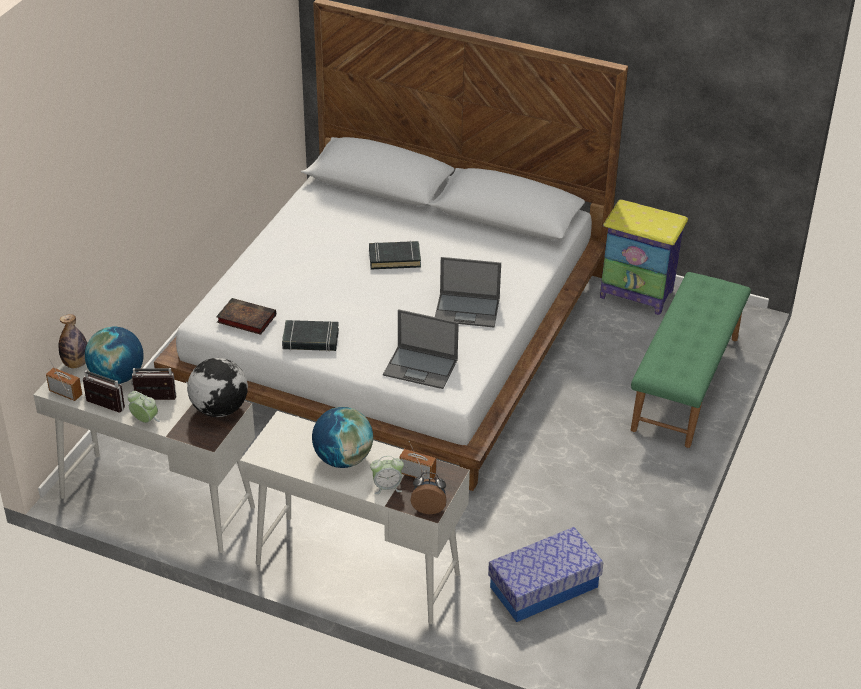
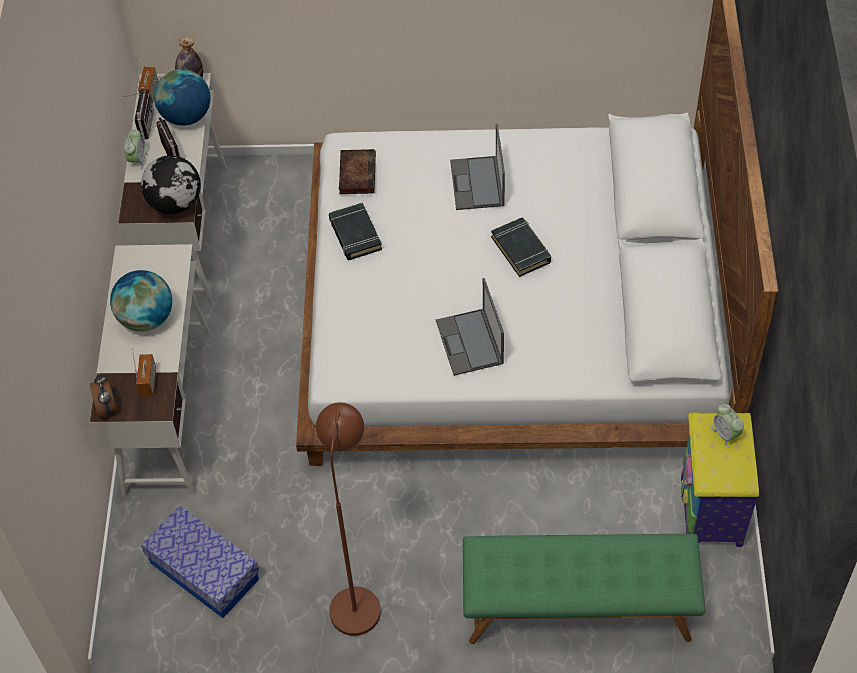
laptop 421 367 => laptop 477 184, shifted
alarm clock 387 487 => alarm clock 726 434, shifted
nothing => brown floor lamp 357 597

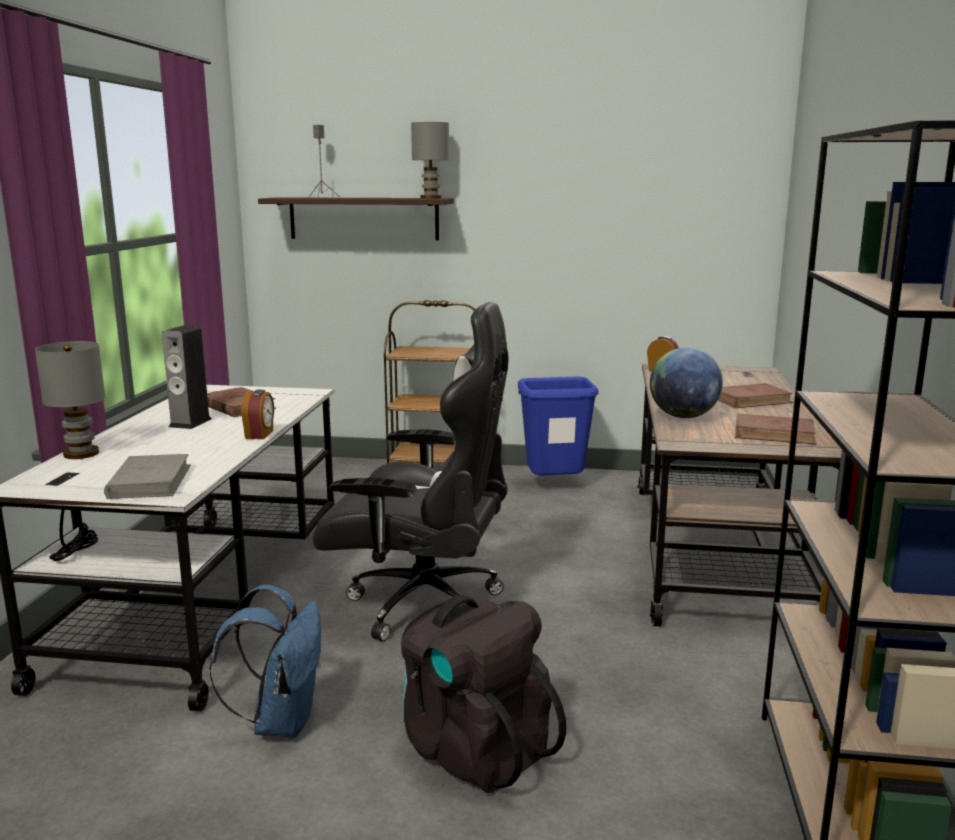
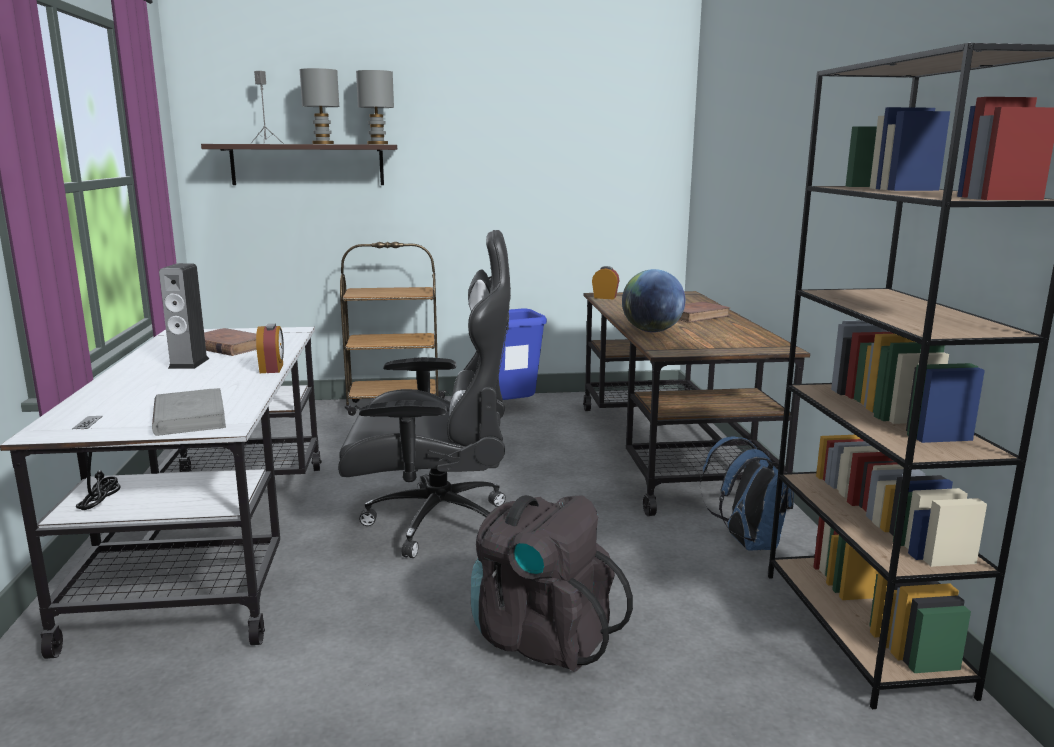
grey table lamp 82 453 => grey table lamp 323 144, shifted
brown book 774 434 => nothing
blue backpack 281 721 => blue backpack 746 542, shifted

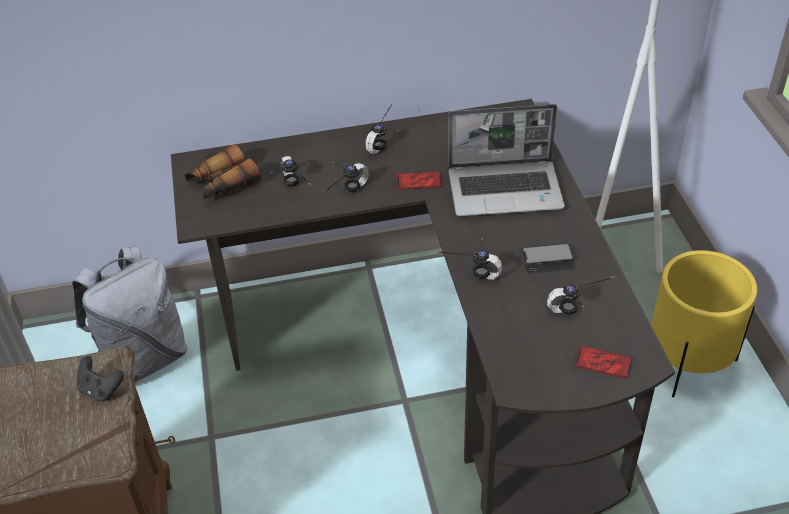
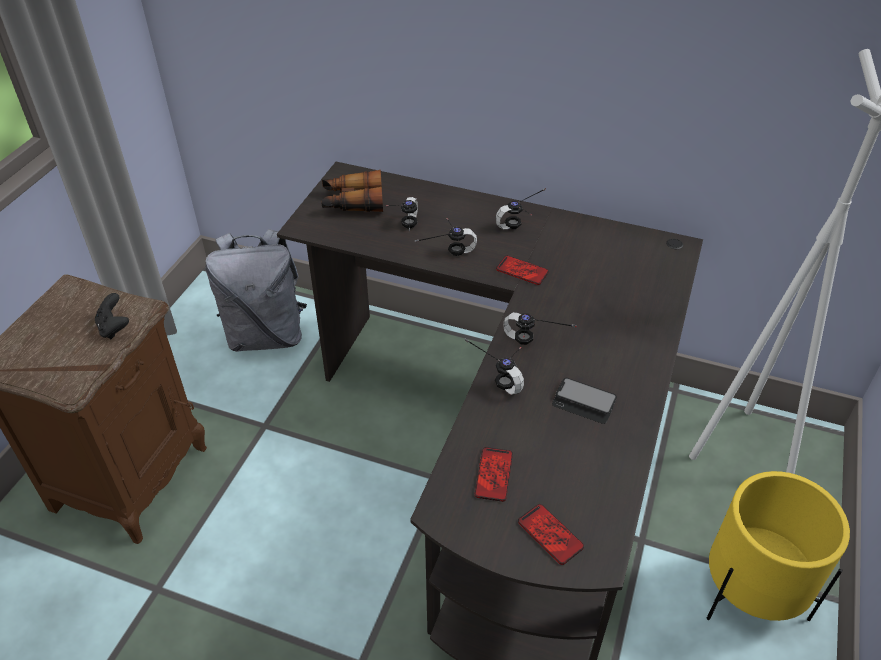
laptop 506 189 => nothing
headphones 581 313 => headphones 533 348, shifted
nothing => phone 494 474

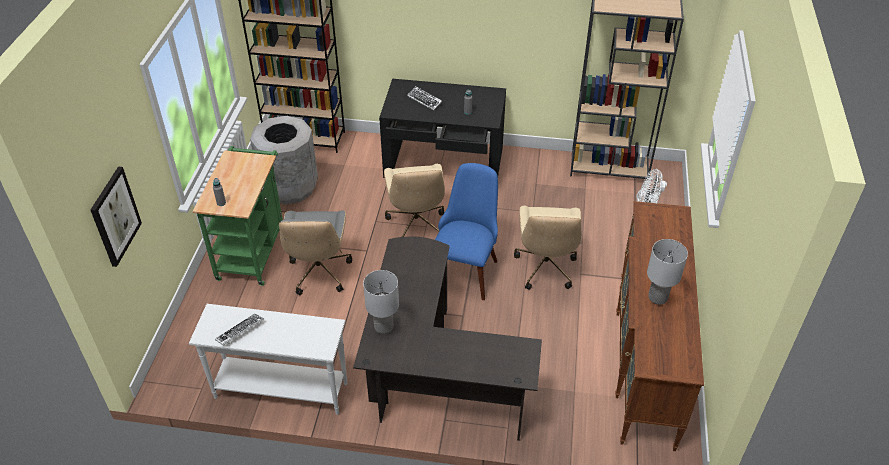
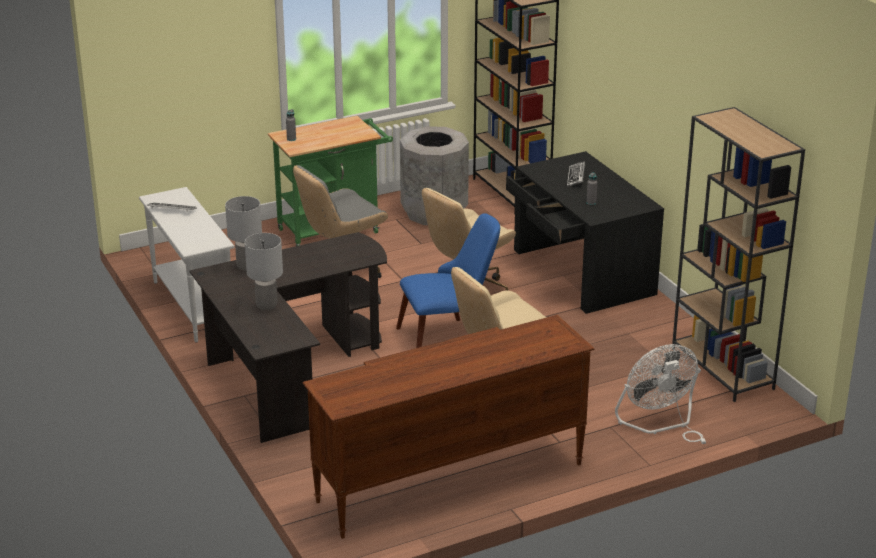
picture 115 216 => nothing
grey table lamp 657 299 => grey table lamp 266 307, shifted

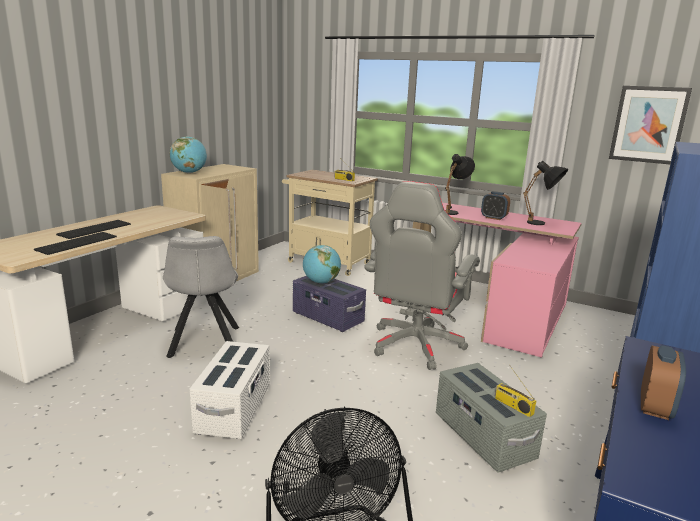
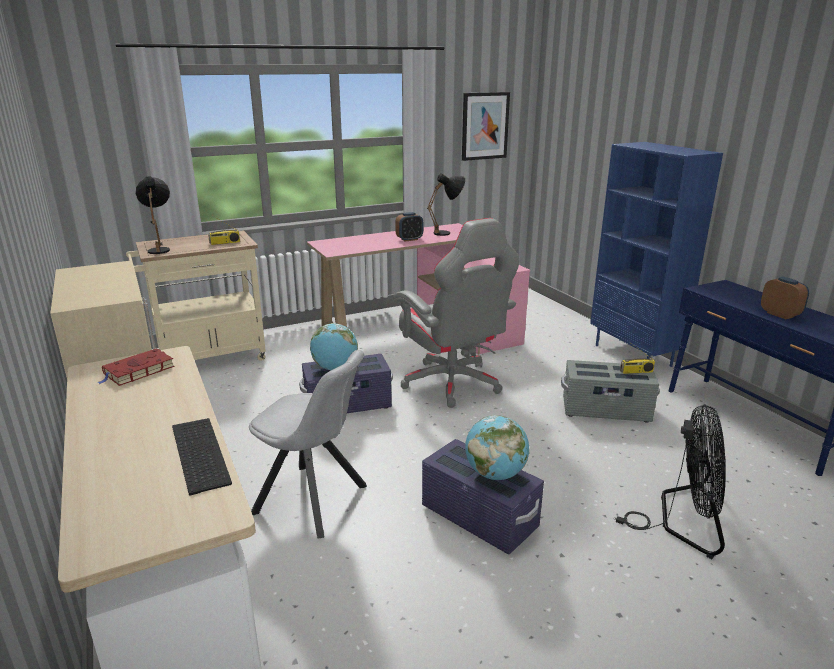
globe 189 173 => globe 495 474, shifted
black table lamp 453 212 => black table lamp 160 249, shifted
keyboard 95 229 => nothing
white storage box 234 409 => purple storage box 479 517
nothing => red book 137 371

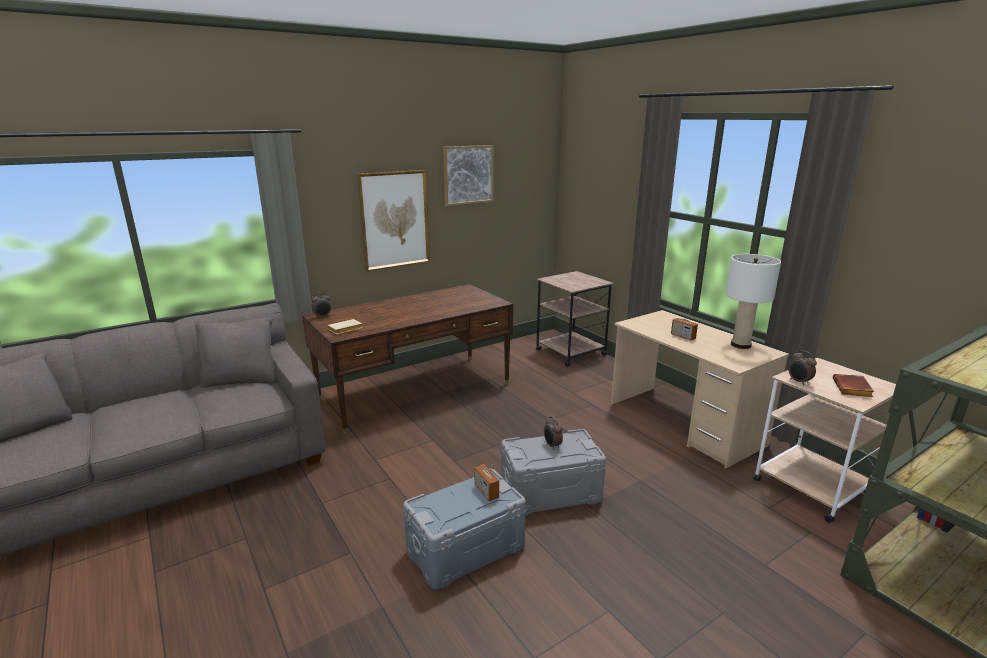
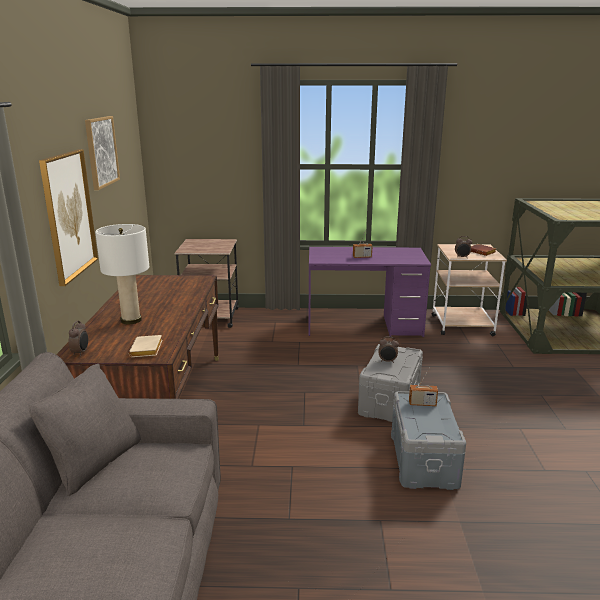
white table lamp 740 345 => white table lamp 131 320, shifted
beige desk 684 424 => purple desk 364 326

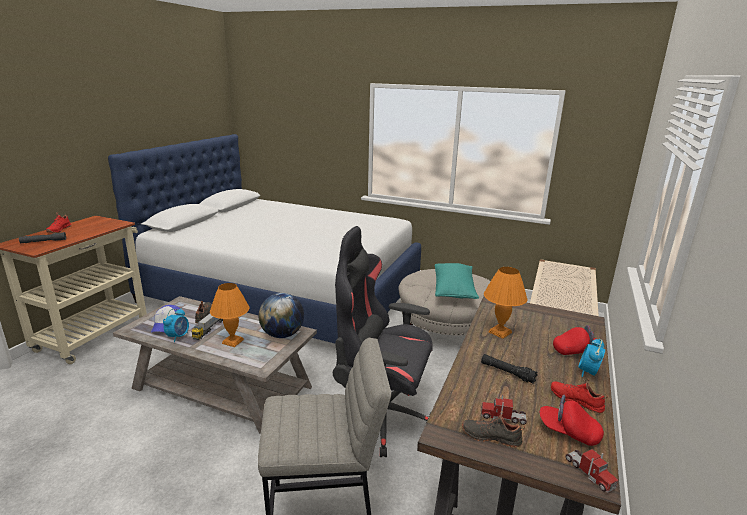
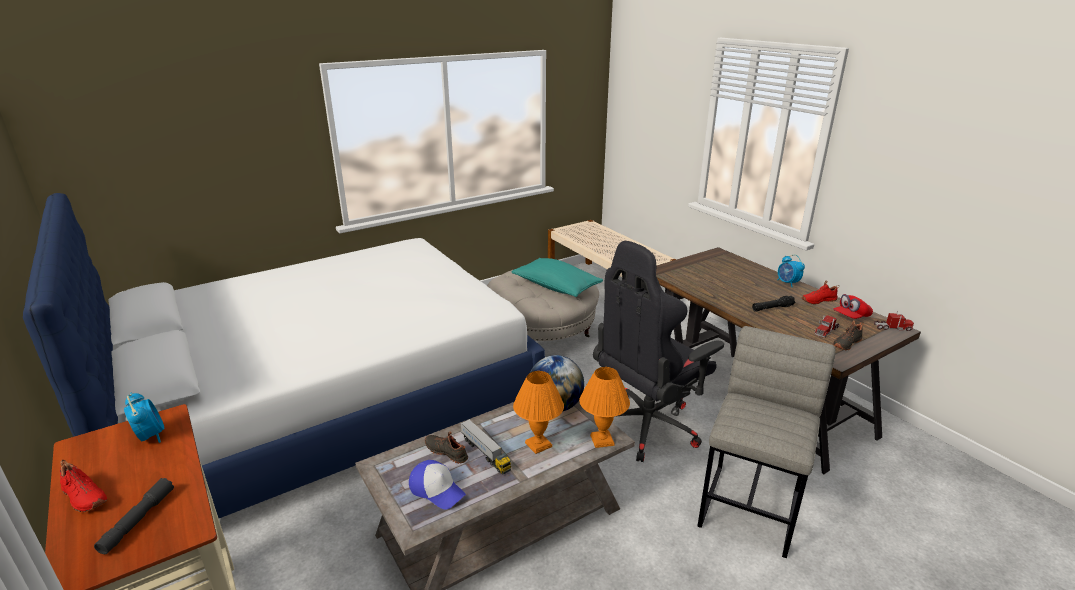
orange table lamp 499 332 => orange table lamp 601 440, shifted
alarm clock 178 336 => alarm clock 150 436, shifted
red cap 576 351 => nothing

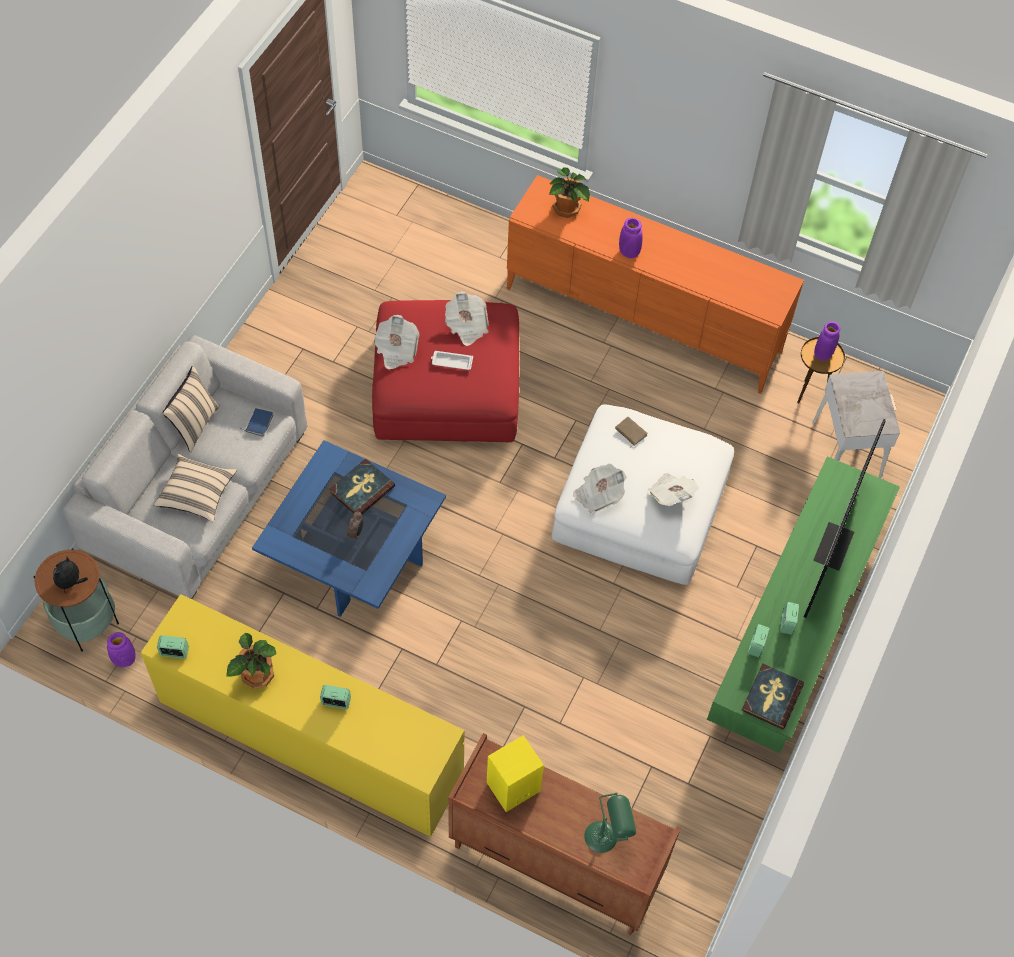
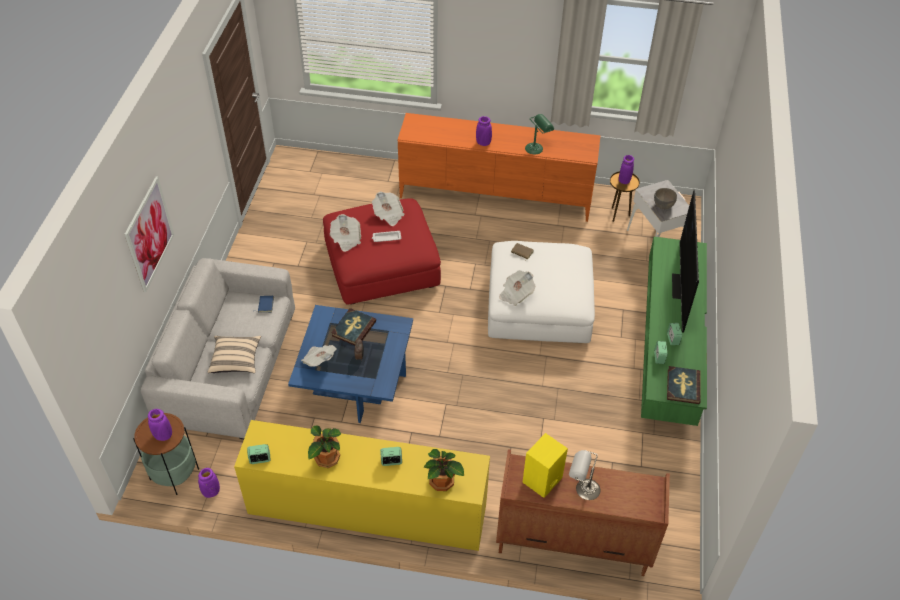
potted plant 567 209 => potted plant 442 482, shifted
beige pillow 194 425 => nothing
newspaper 671 495 => newspaper 319 360, shifted
plush toy 70 582 => purple vase 163 435
green table lamp 607 834 => green table lamp 537 147, shifted
nothing => picture 149 234
nothing => grey bowl 663 205
nothing => white table lamp 582 488

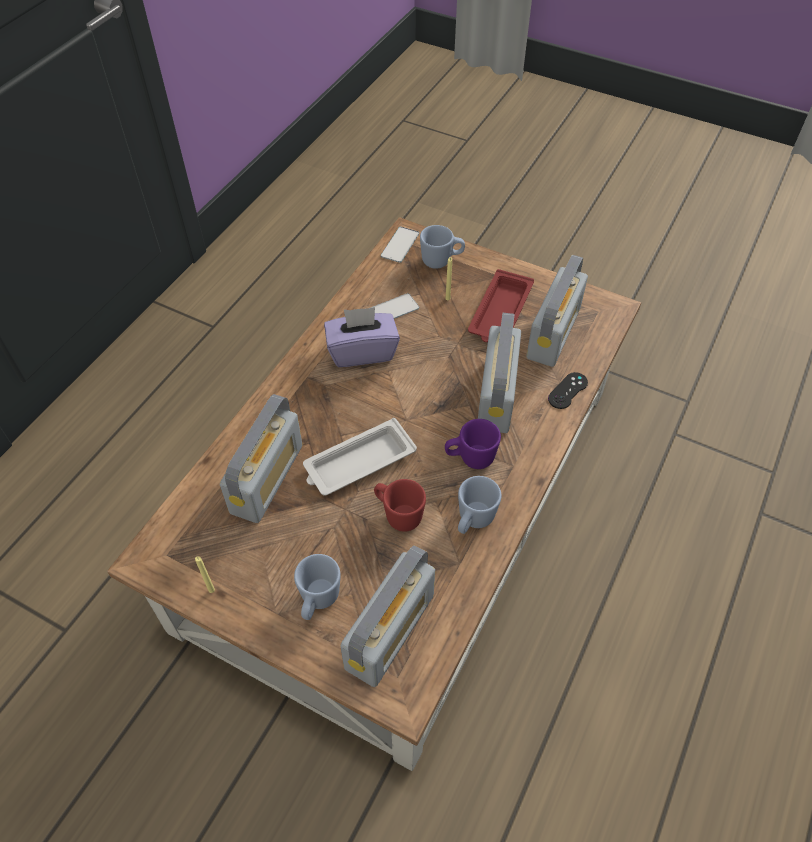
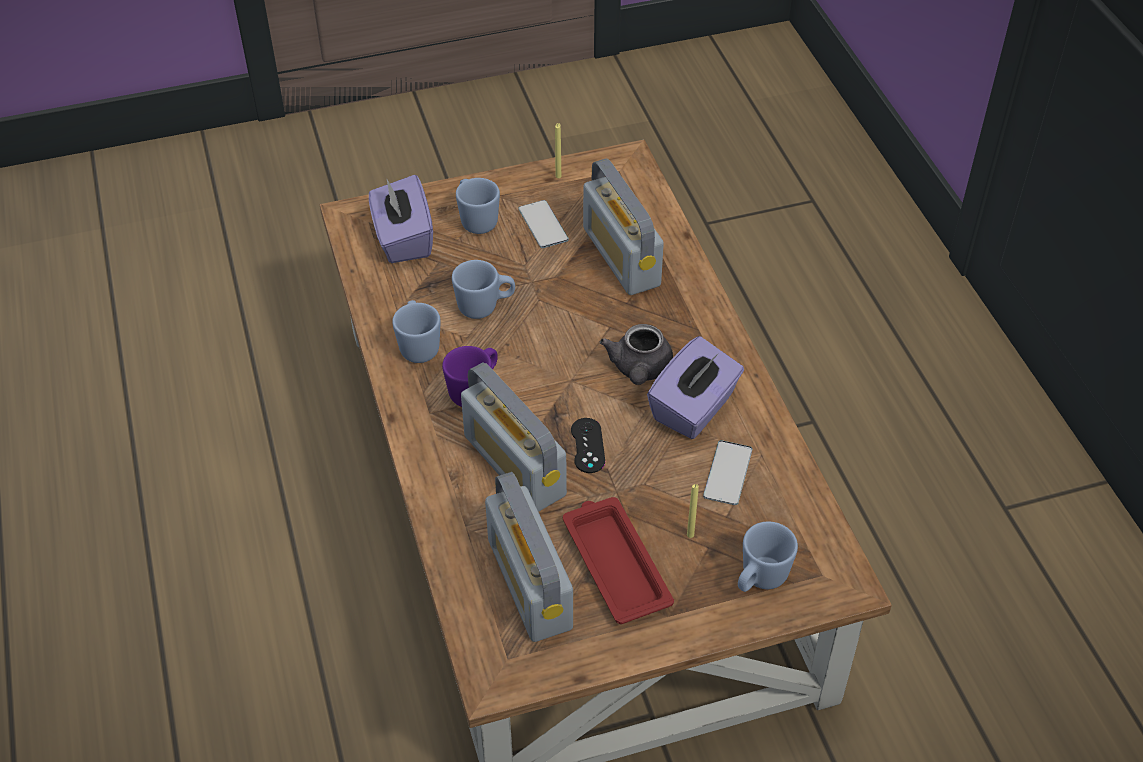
phone 400 245 => phone 543 224, shifted
black game controller 568 390 => black game controller 587 445, shifted
white tray 358 462 => nothing
red mug 398 514 => blue mug 485 307
radio 390 631 => purple tissue box 403 239
nothing => grey teapot 639 370

